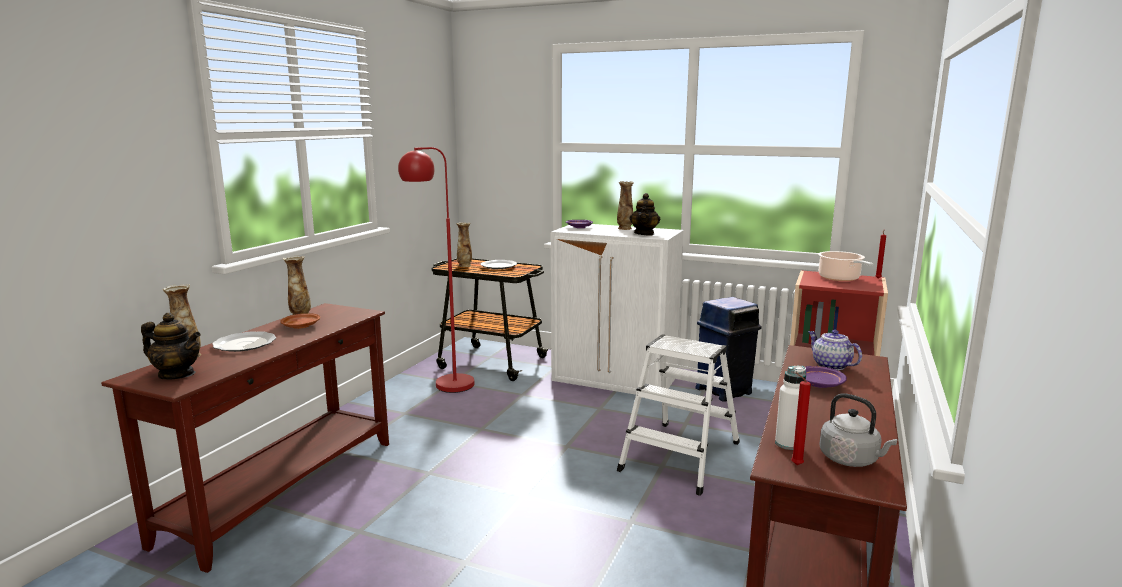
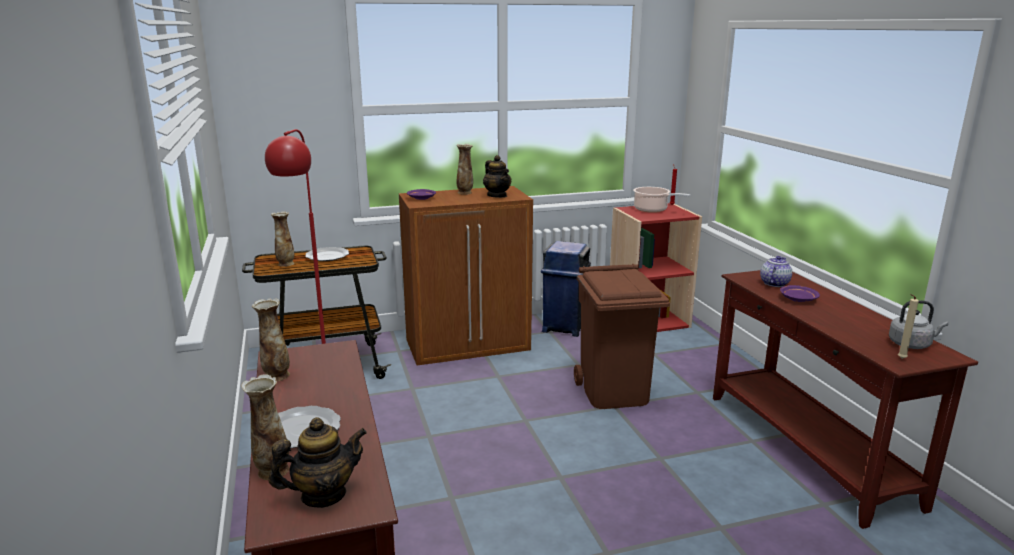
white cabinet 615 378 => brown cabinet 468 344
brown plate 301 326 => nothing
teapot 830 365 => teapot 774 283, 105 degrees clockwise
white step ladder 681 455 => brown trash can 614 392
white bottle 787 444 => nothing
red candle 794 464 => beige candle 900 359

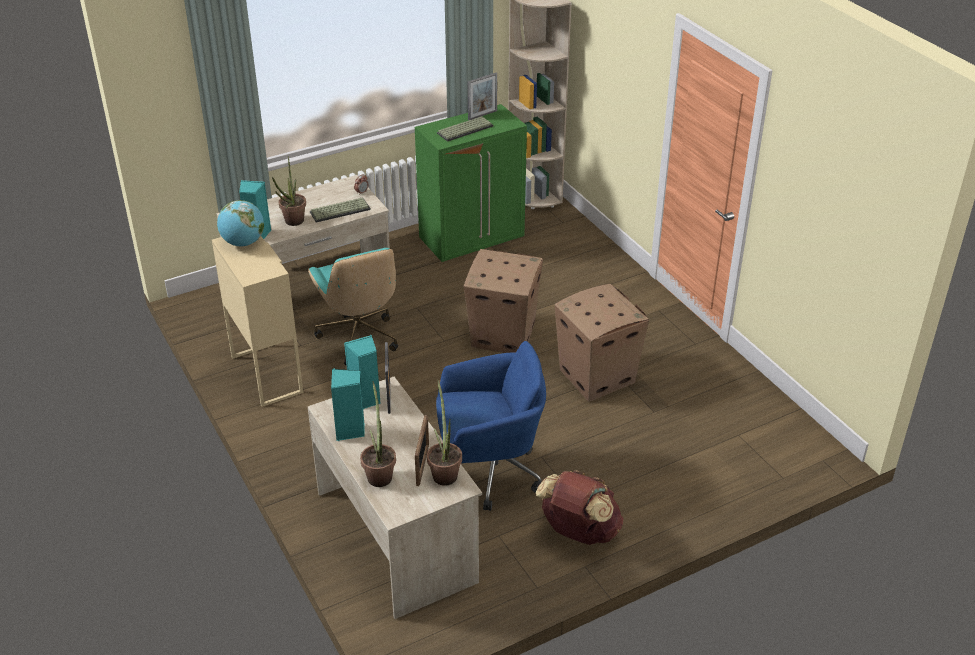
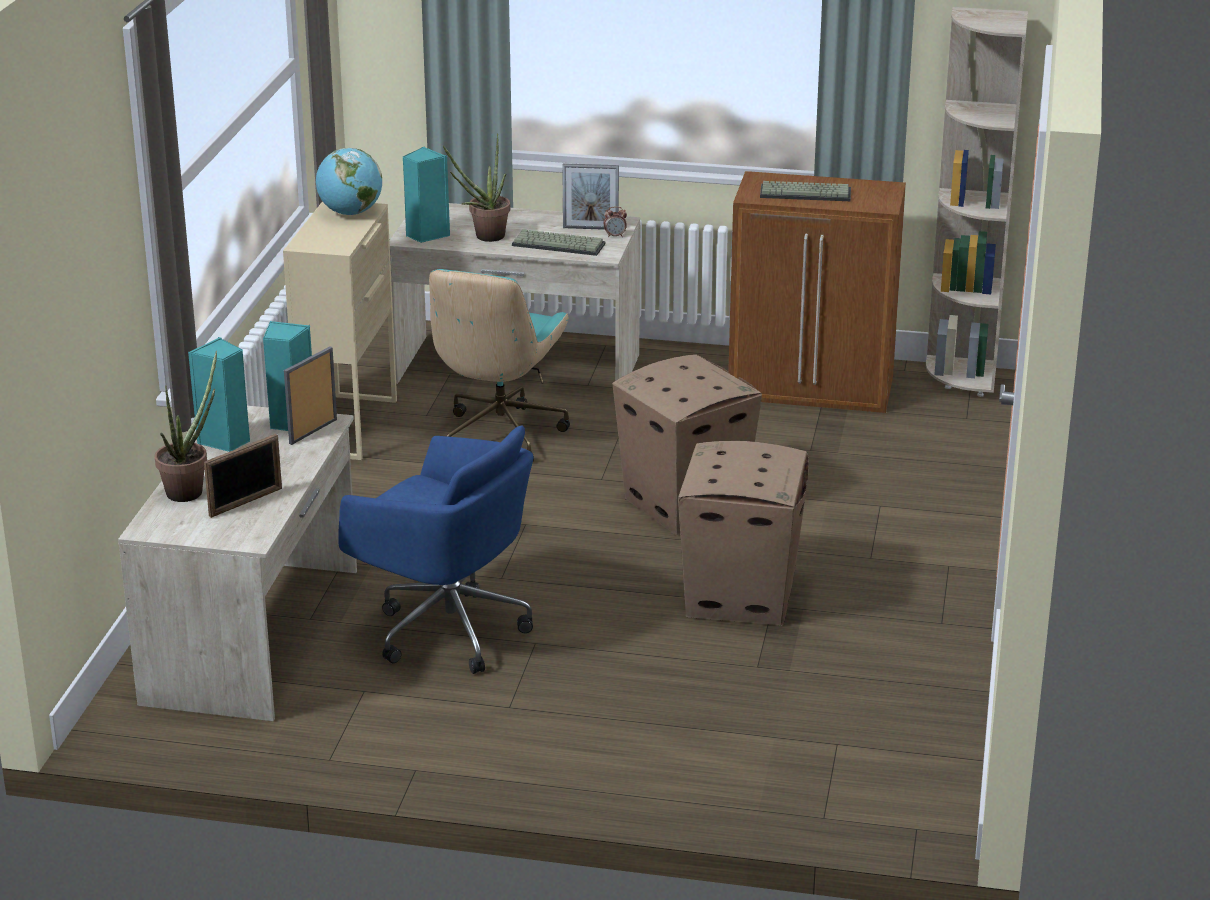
picture frame 482 115 => picture frame 590 228, shifted
green cabinet 472 236 => brown cabinet 812 387
potted plant 444 472 => nothing
brown backpack 579 532 => nothing

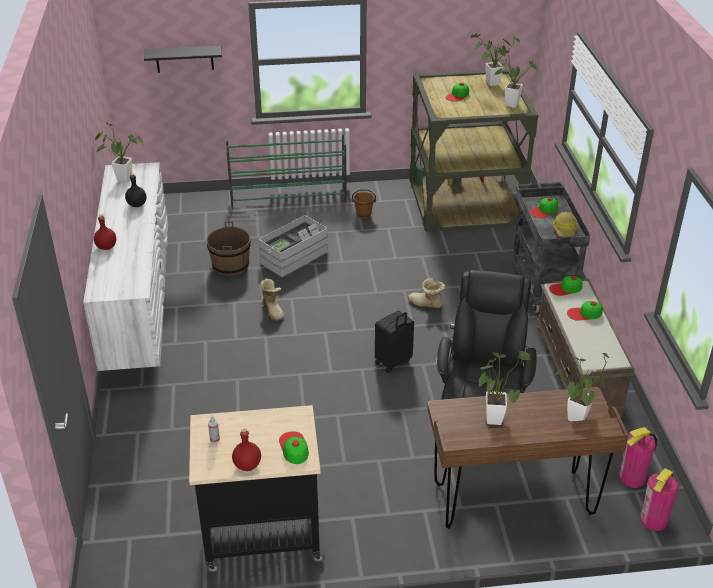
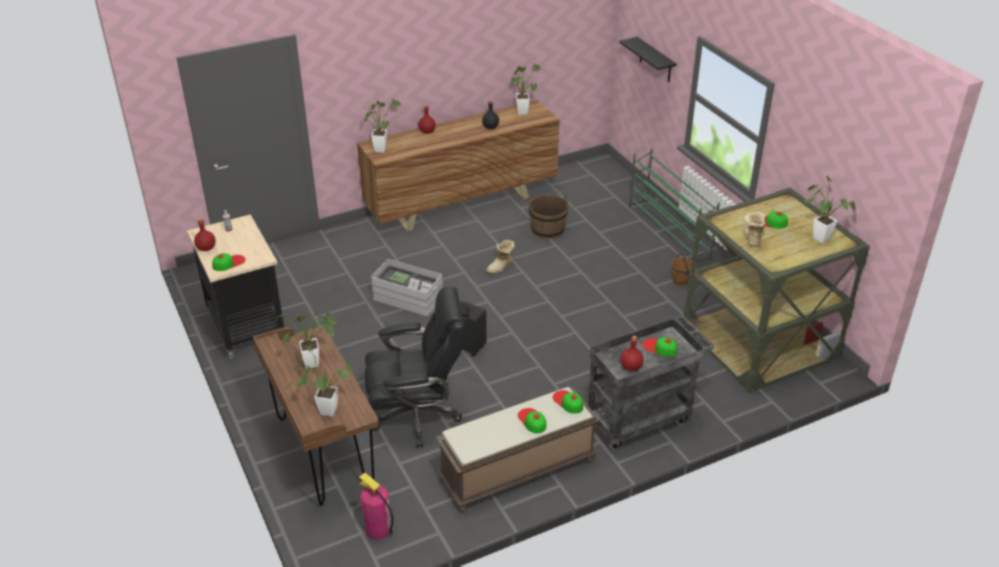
potted plant 508 104 => potted plant 381 148, shifted
white cabinet 138 310 => brown cabinet 462 205
hard hat 565 230 => red bottle 631 367
grey storage box 294 256 => grey storage box 408 297, shifted
boot 426 304 => boot 751 239, shifted
fire extinguisher 653 520 => nothing

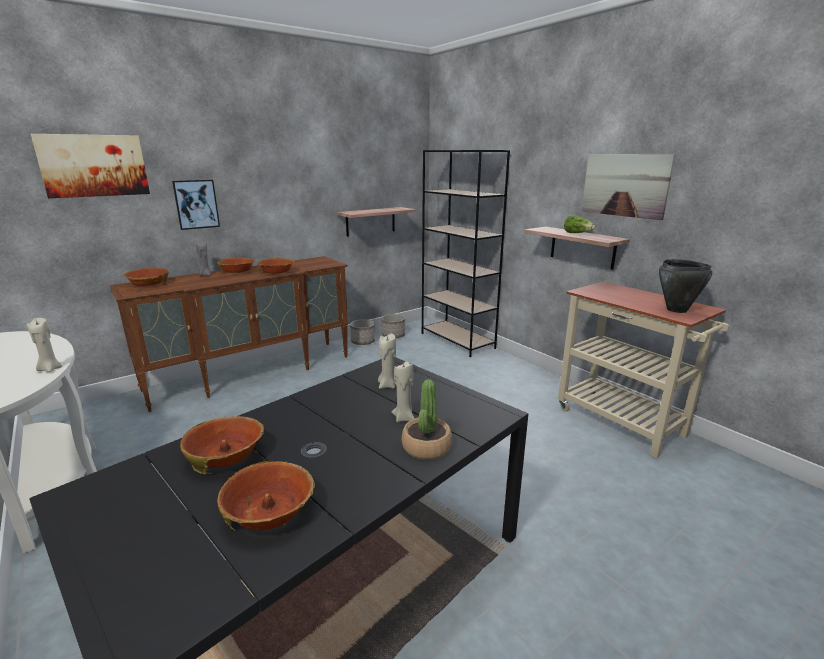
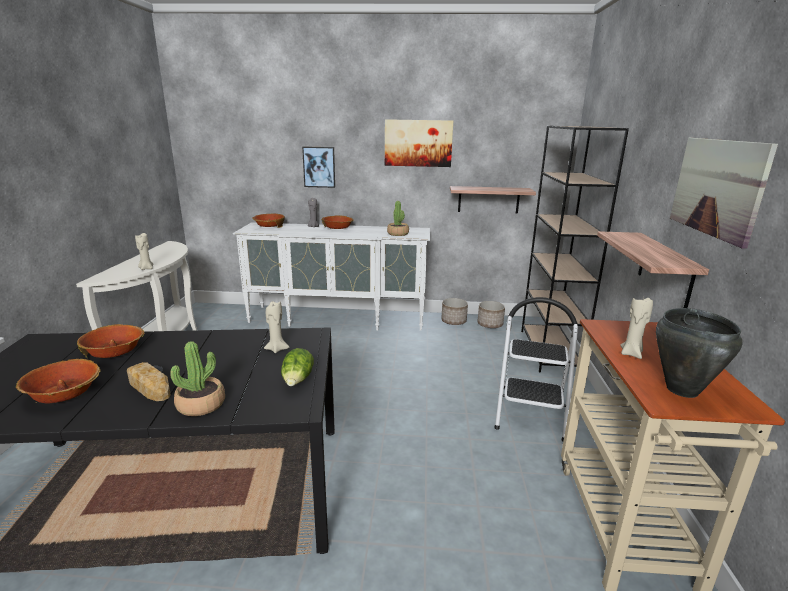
picture 94 165 => picture 418 143, shifted
lettuce 577 233 => lettuce 297 380, shifted
brown cabinet 252 373 => white cabinet 337 318
bowl 276 272 => nothing
beige candle 404 418 => beige candle 631 353, shifted
nothing => potted plant 398 234
nothing => step ladder 530 410
nothing => bread 149 386

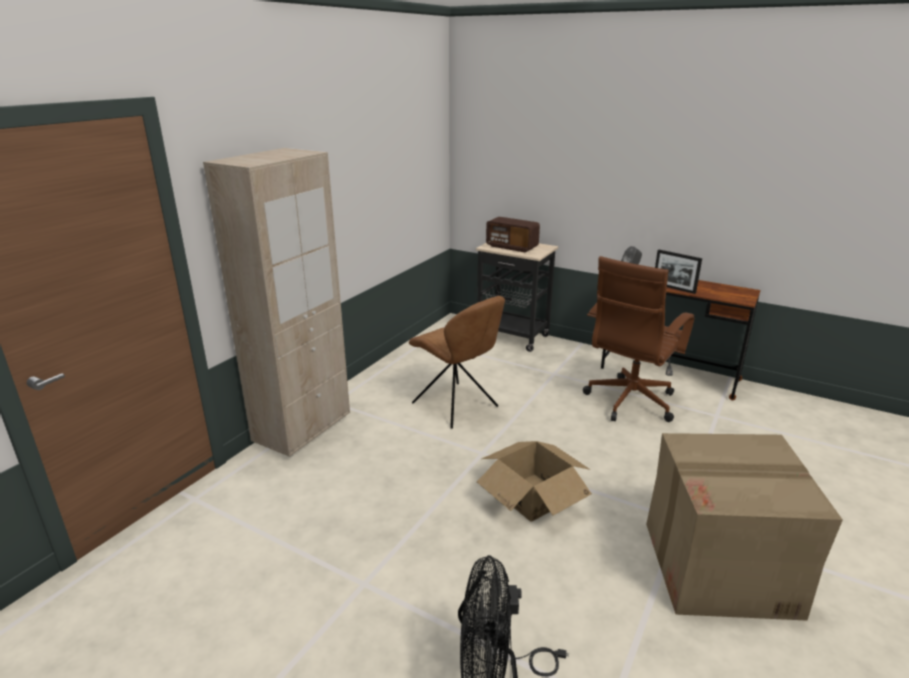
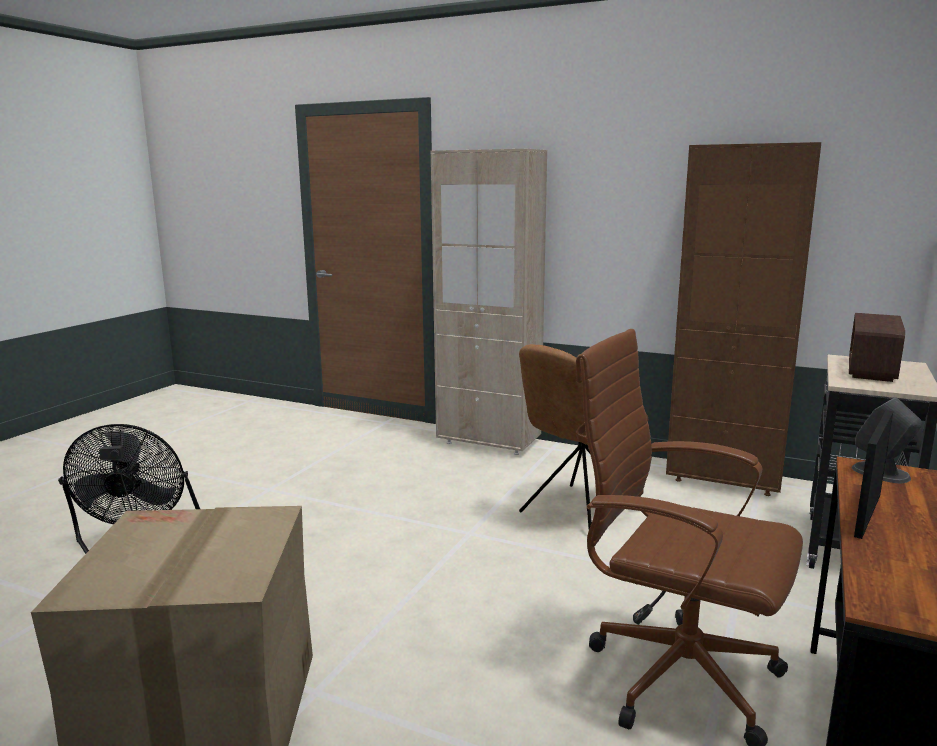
cardboard box 533 497 => nothing
nothing => brown cabinet 724 480

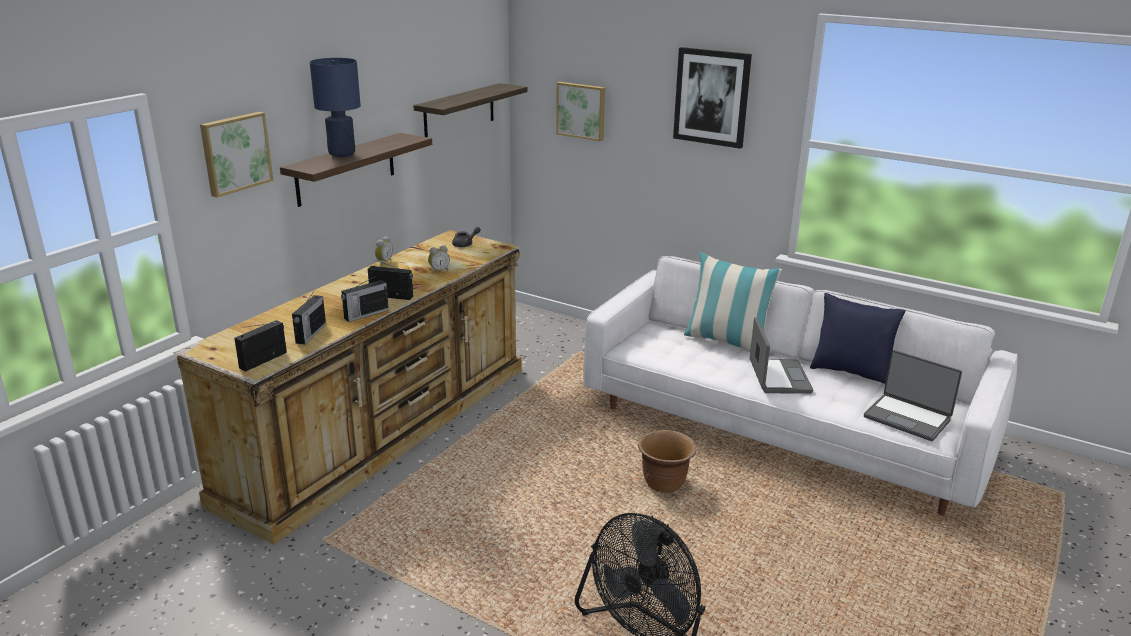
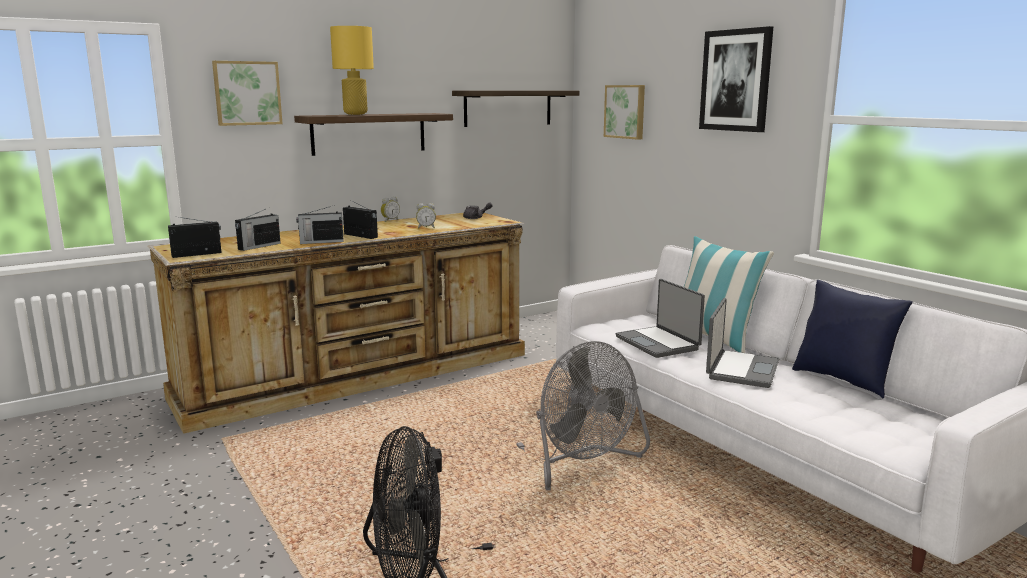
blue table lamp 342 156 => yellow table lamp 355 114
laptop 907 418 => laptop 658 343, shifted
brown planter 664 484 => grey fan 577 464

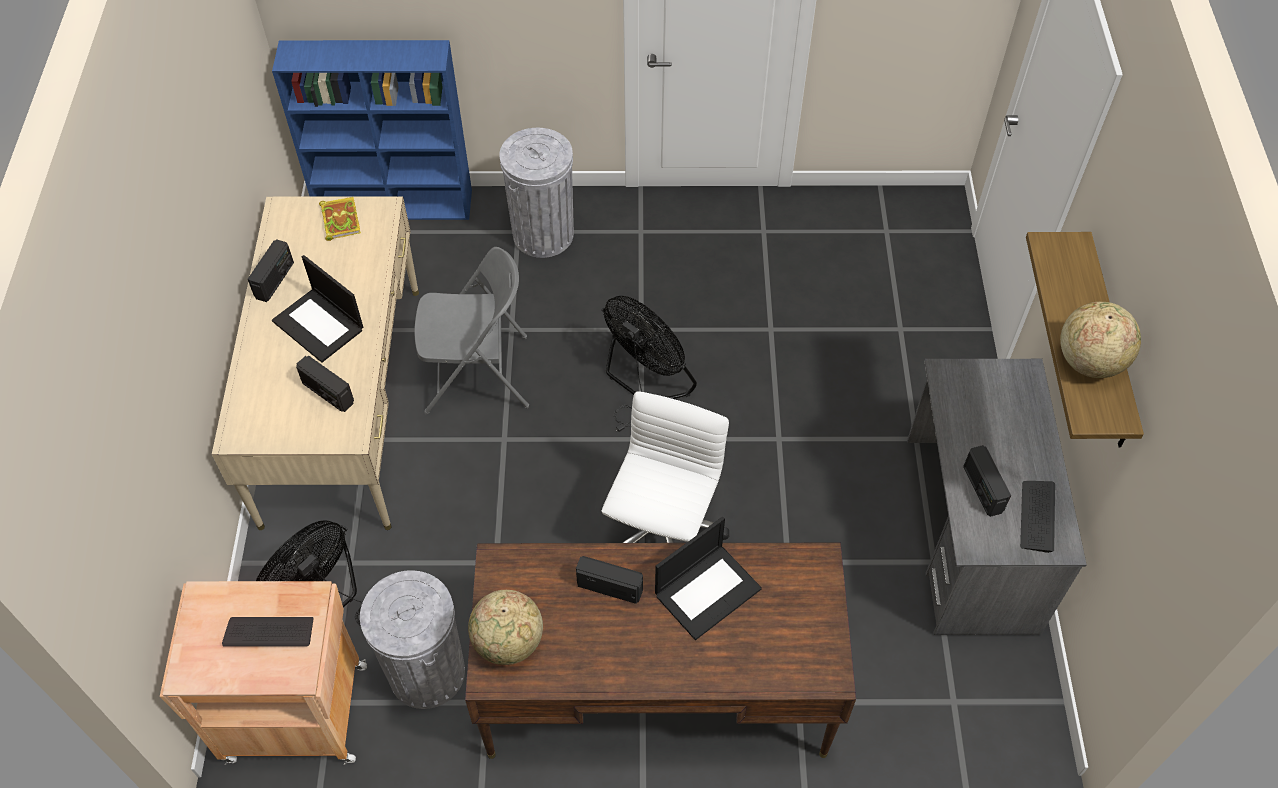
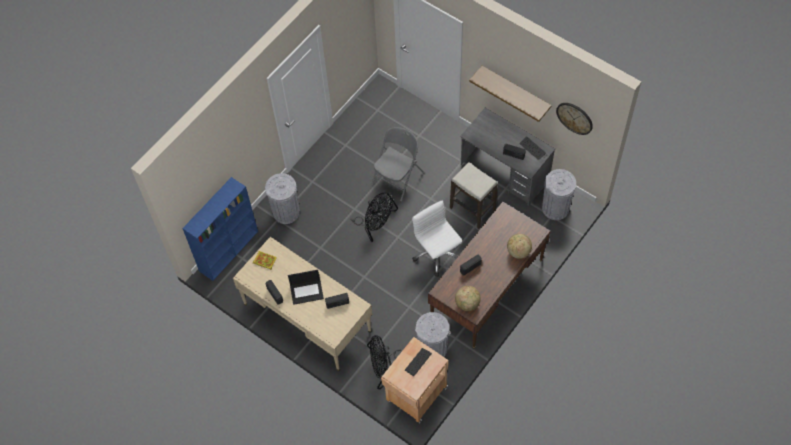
grey chair 477 374 => grey chair 397 178, shifted
black fan 639 382 => black fan 375 223, 135 degrees clockwise
globe 1089 361 => globe 518 251, shifted
laptop 707 590 => nothing
nothing => wall clock 574 118
nothing => stool 472 209
nothing => grey trash can 555 208

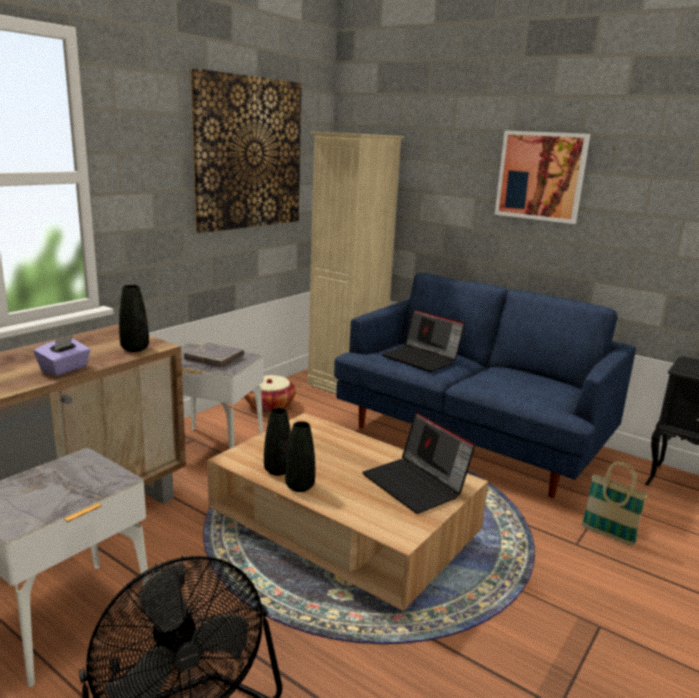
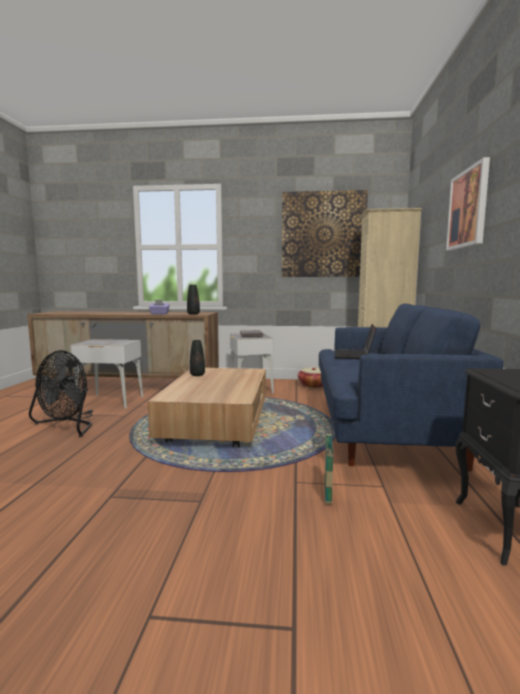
laptop 416 485 => nothing
black vase 300 486 => nothing

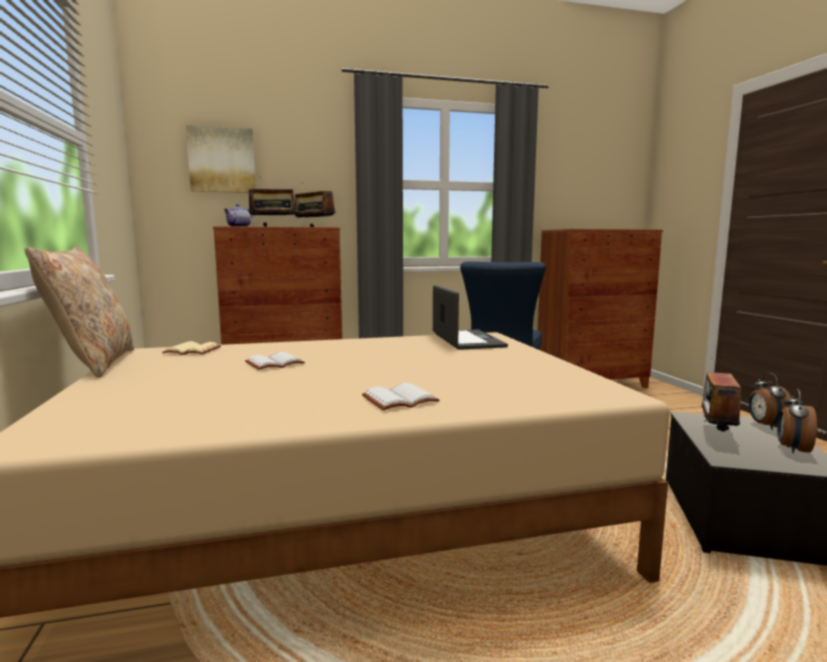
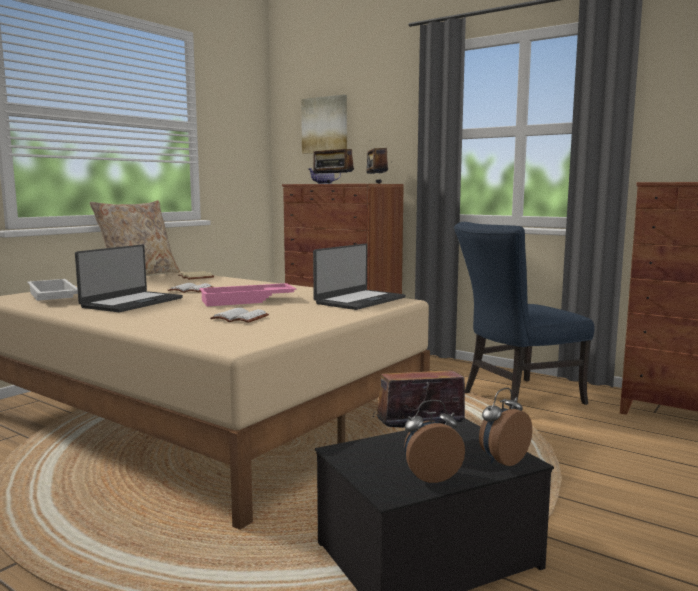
white book 399 400 => white book 238 318, shifted
nothing => laptop 131 302
nothing => white tray 52 297
nothing => pink tray 247 300

